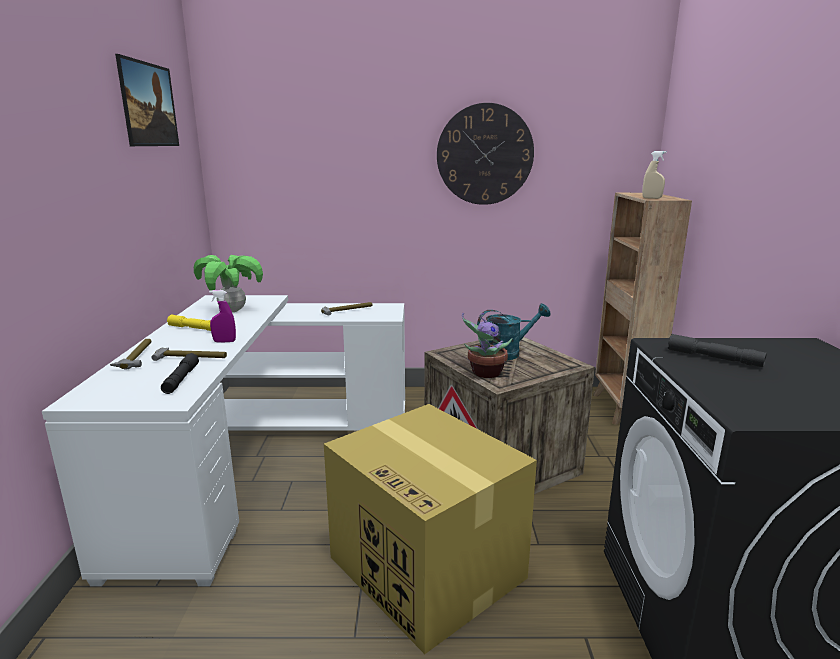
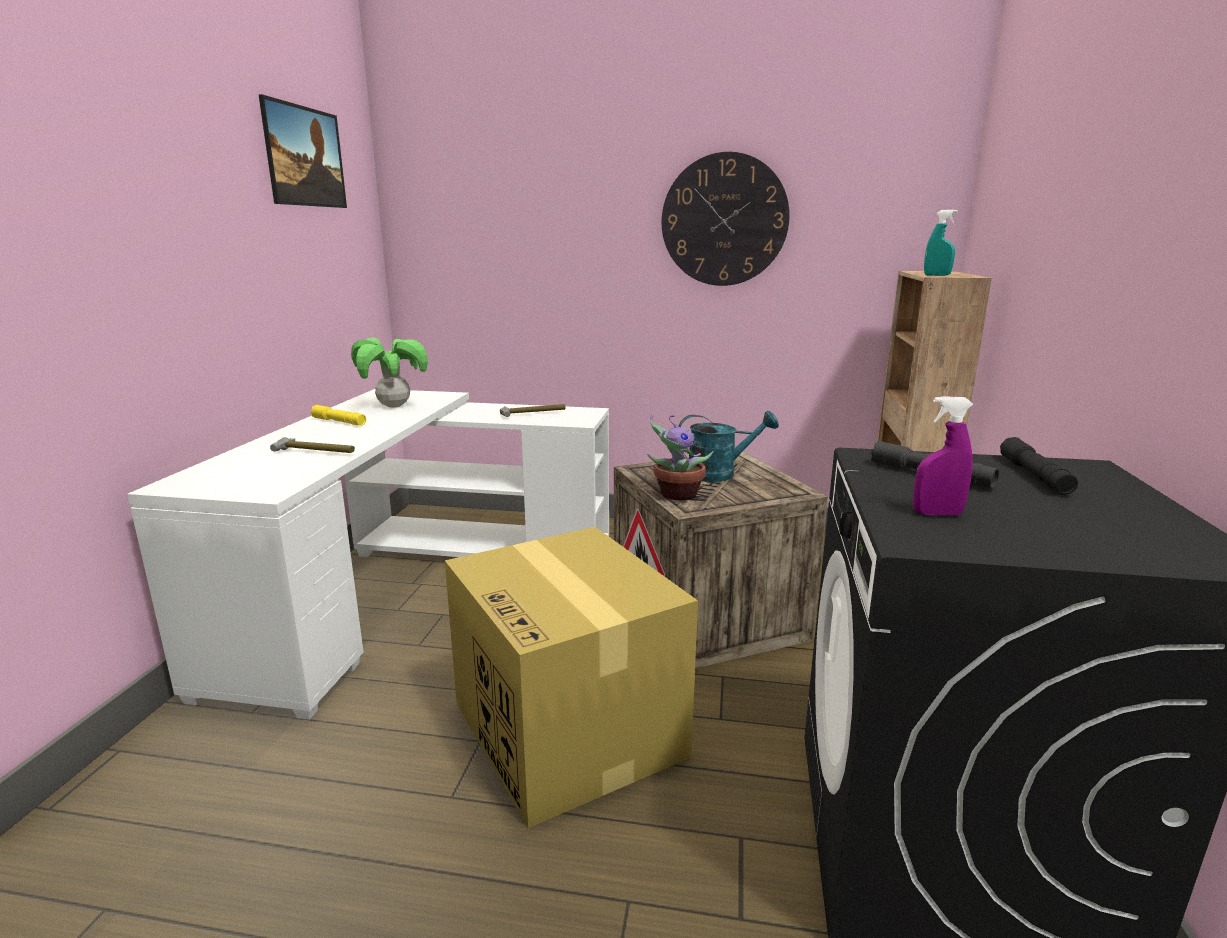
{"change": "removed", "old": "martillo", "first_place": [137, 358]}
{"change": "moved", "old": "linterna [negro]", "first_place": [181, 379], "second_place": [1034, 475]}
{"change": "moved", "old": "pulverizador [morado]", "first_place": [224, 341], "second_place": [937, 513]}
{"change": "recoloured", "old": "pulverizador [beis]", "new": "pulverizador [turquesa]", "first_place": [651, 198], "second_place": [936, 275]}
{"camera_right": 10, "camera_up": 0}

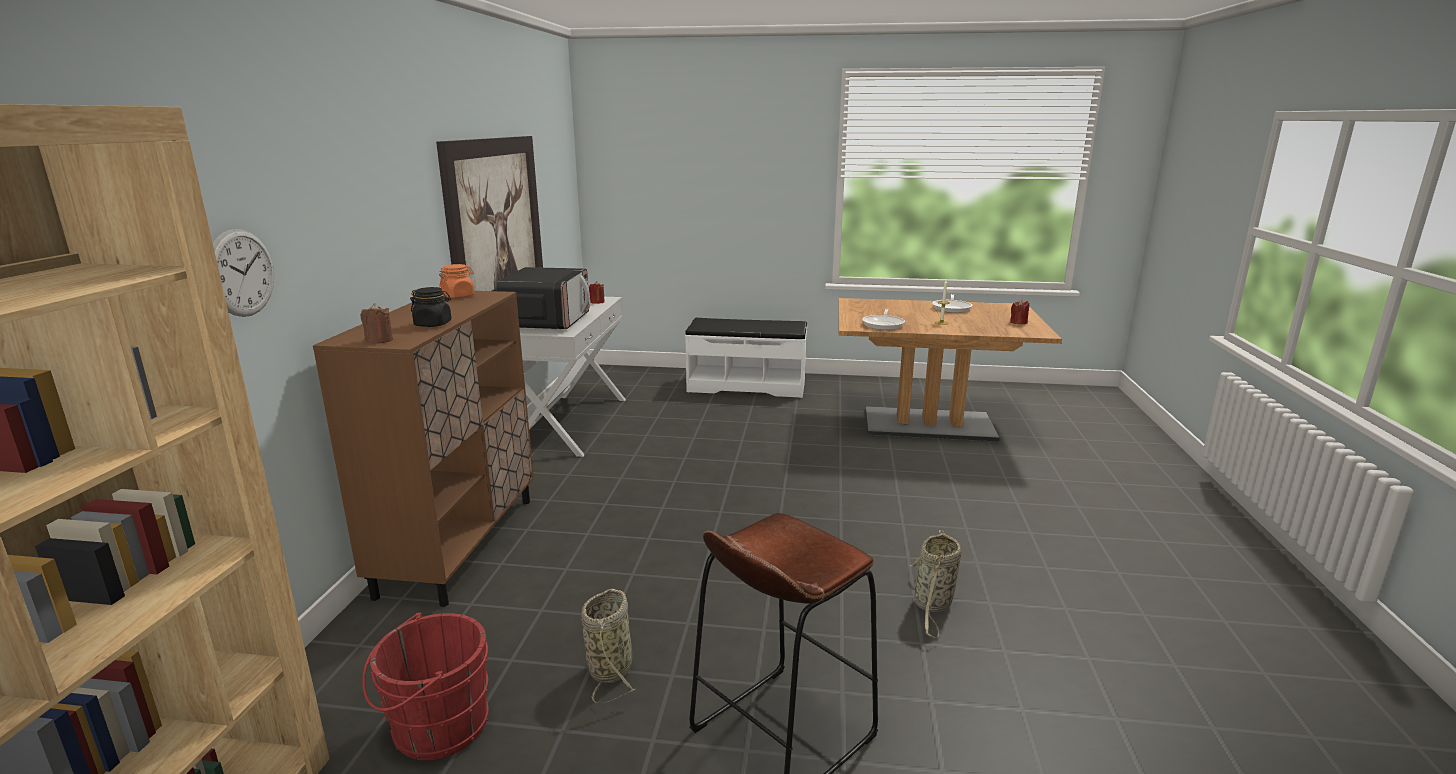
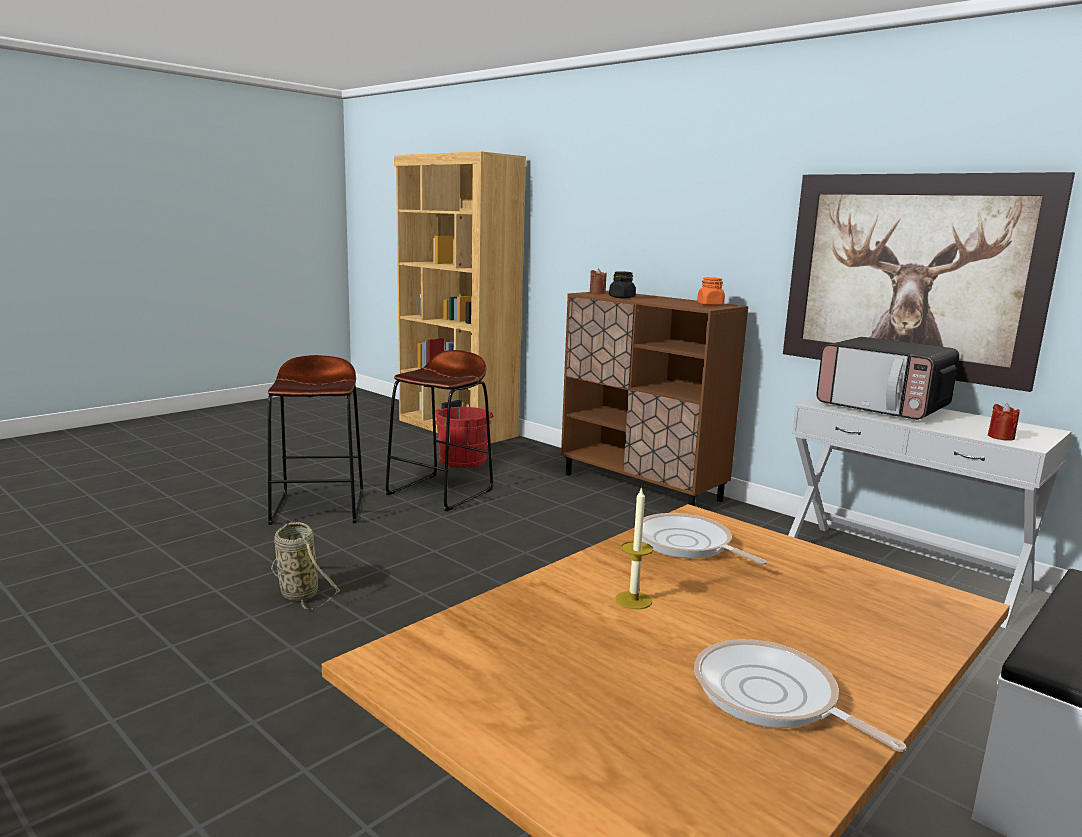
{"change": "removed", "old": "reloj de pared", "first_place": [241, 273]}
{"change": "replaced", "old": "cesta", "new": "taburete [marrón]", "first_place": [611, 667], "second_place": [440, 492]}
{"change": "removed", "old": "vela [rojo]", "first_place": [1018, 322]}
{"camera_right": 125, "camera_up": -5}

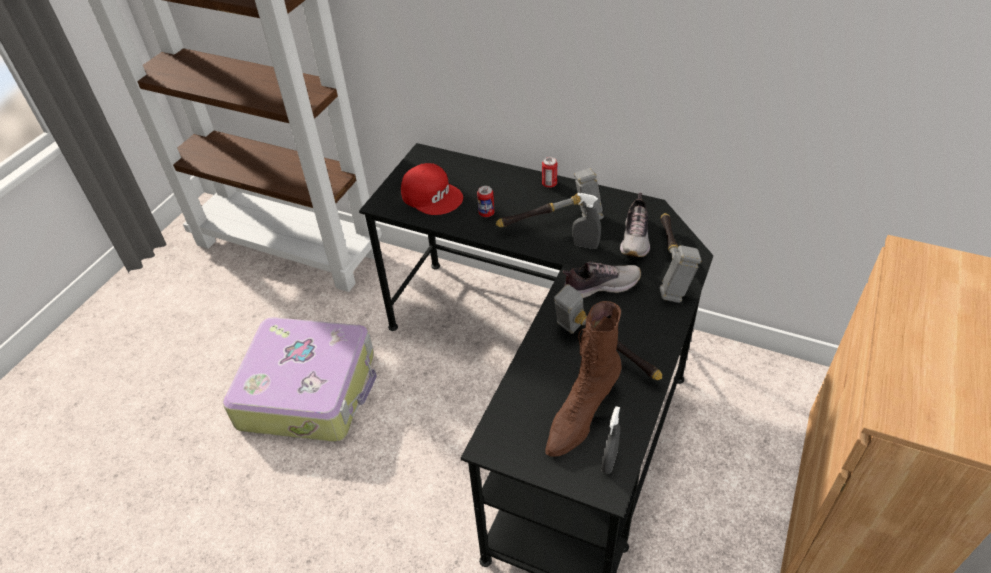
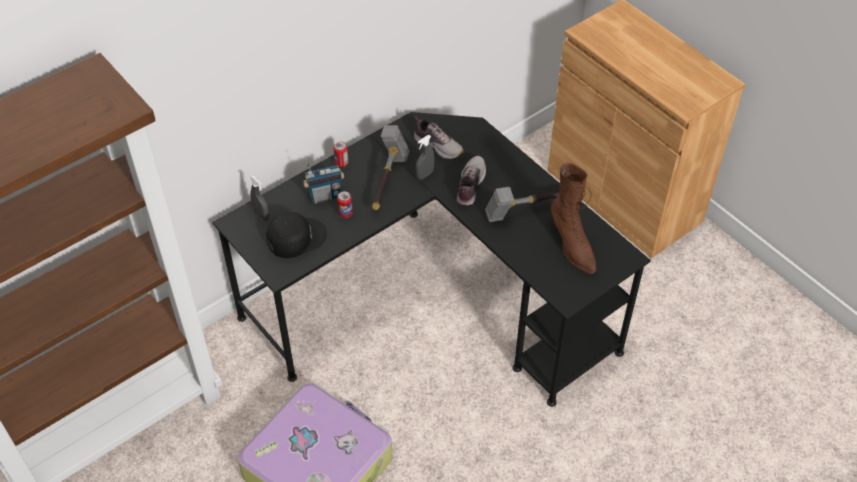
{"change": "recoloured", "old": "gorra [rojo]", "new": "gorra [negro]", "first_place": [432, 195], "second_place": [295, 237]}
{"change": "moved", "old": "pulverizador [gris]", "first_place": [609, 461], "second_place": [261, 215]}
{"change": "removed", "old": "martillo", "first_place": [670, 266]}
{"change": "added", "new": "radio", "second_place": [325, 196]}
{"camera_right": -65, "camera_up": 5}

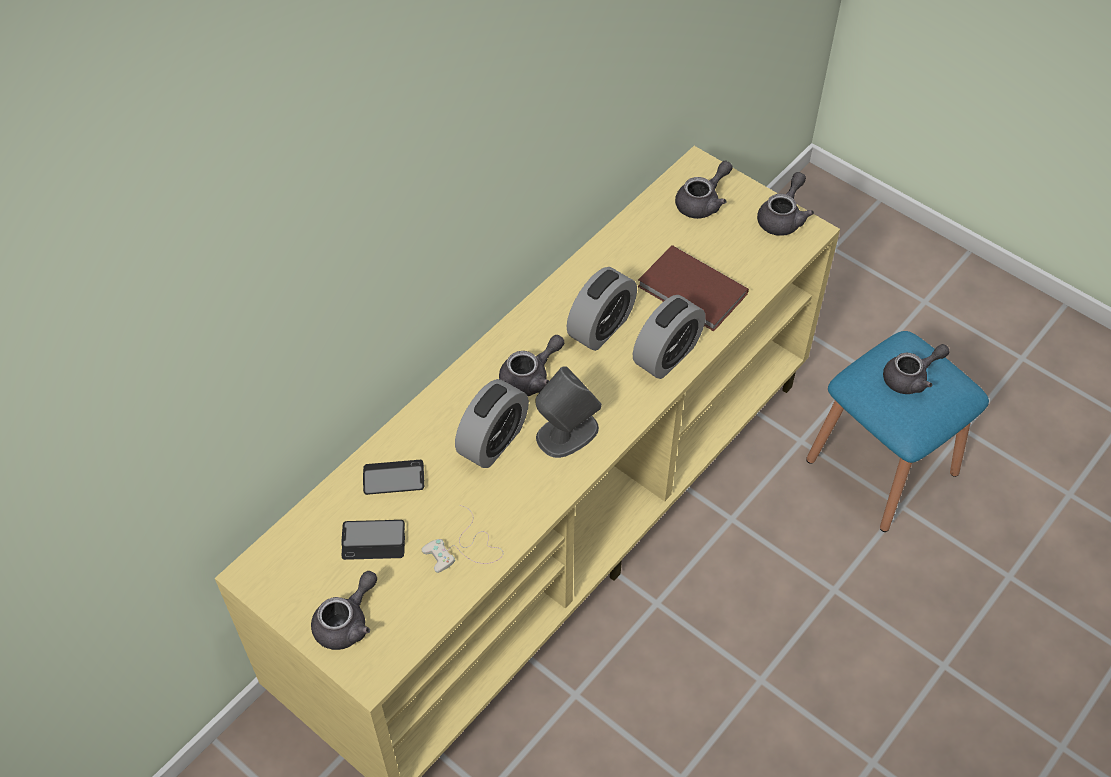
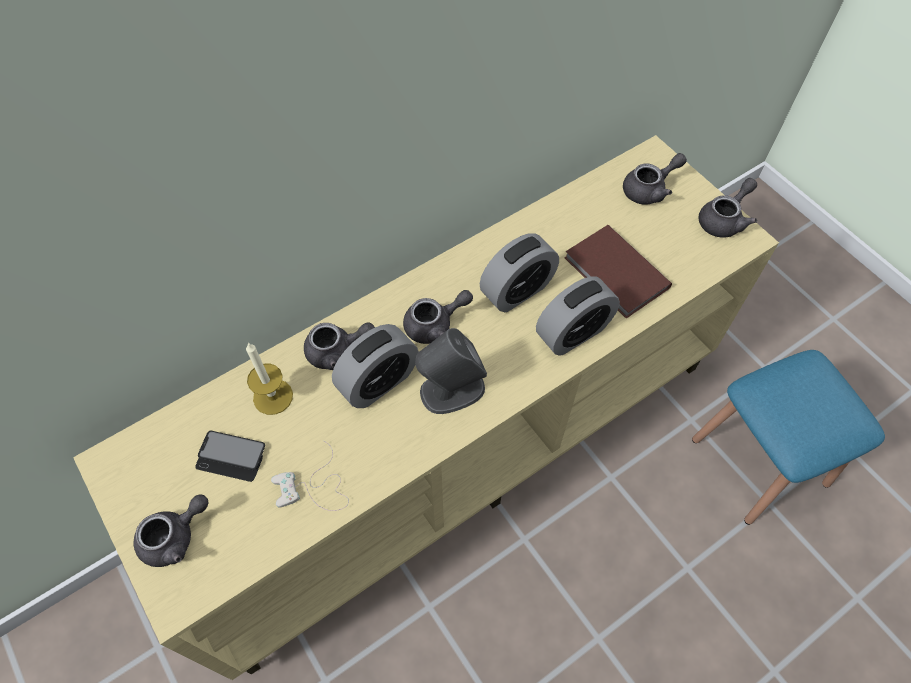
{"change": "replaced", "old": "móvil", "new": "vela", "first_place": [393, 478], "second_place": [273, 396]}
{"change": "moved", "old": "tetera [gris]", "first_place": [911, 378], "second_place": [337, 351]}
{"camera_right": 15, "camera_up": 5}

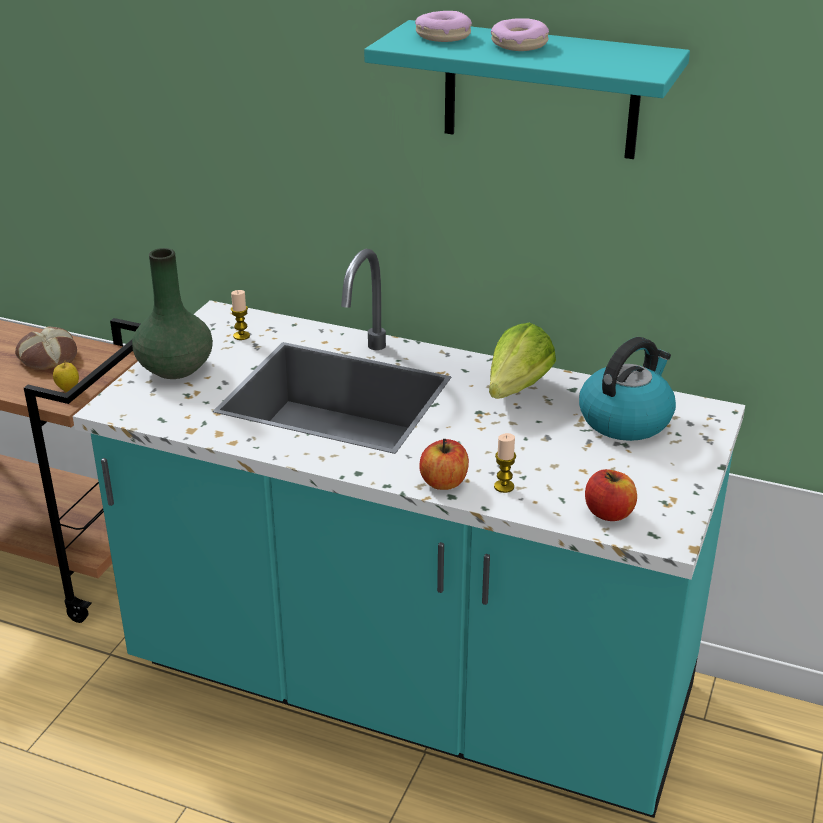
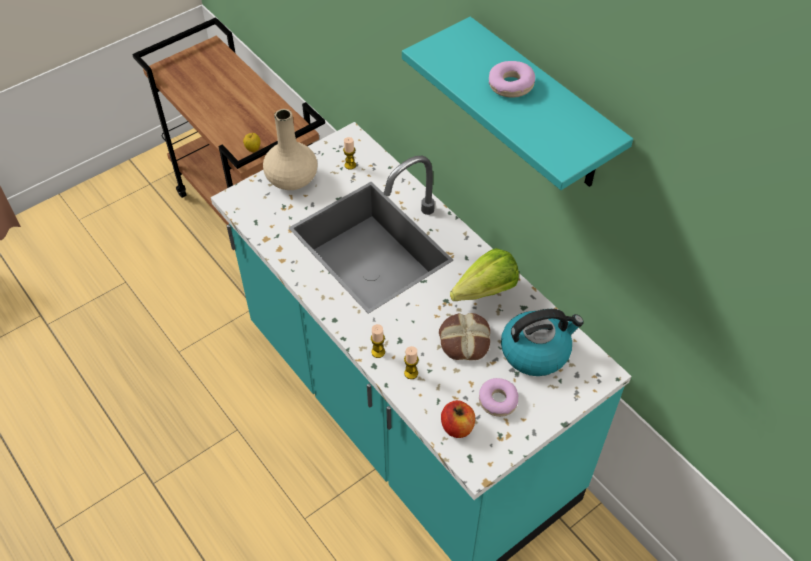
{"change": "moved", "old": "pan", "first_place": [47, 357], "second_place": [464, 340]}
{"change": "recoloured", "old": "florero [verde]", "new": "florero [beis]", "first_place": [176, 368], "second_place": [292, 179]}
{"change": "moved", "old": "rosquilla", "first_place": [443, 36], "second_place": [498, 400]}
{"change": "replaced", "old": "manzana", "new": "vela", "first_place": [444, 482], "second_place": [378, 352]}
{"camera_right": 30, "camera_up": 20}

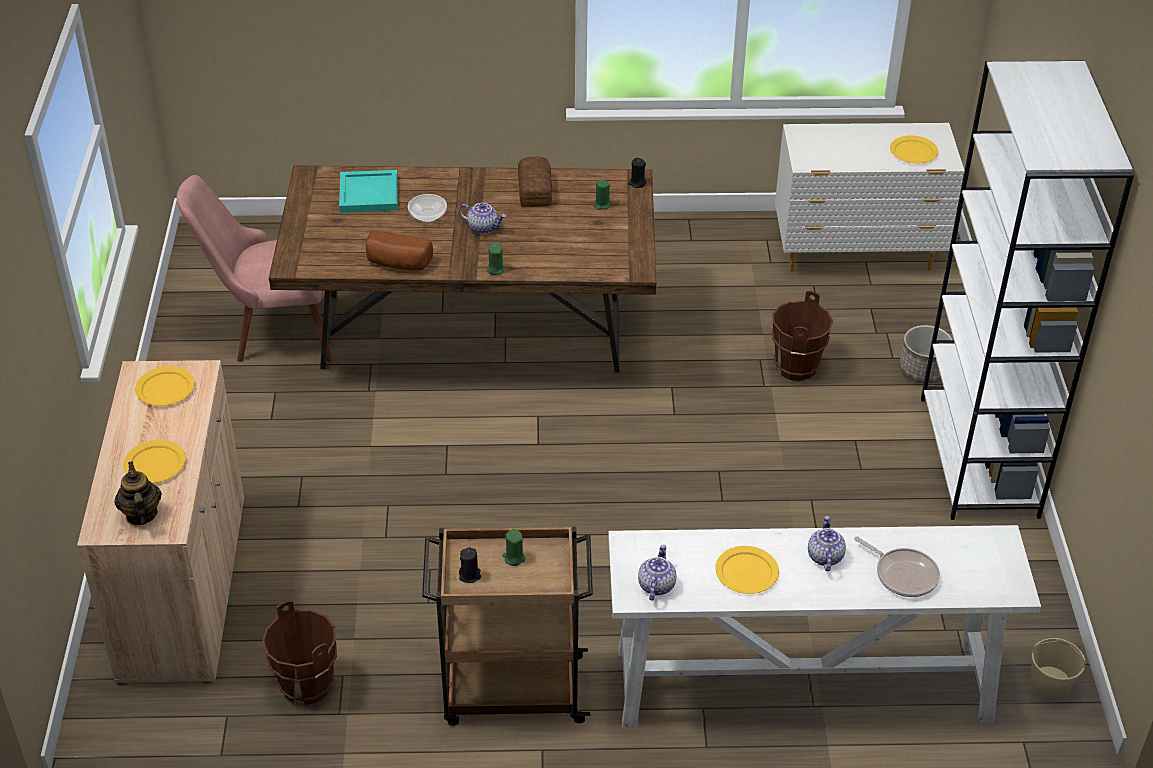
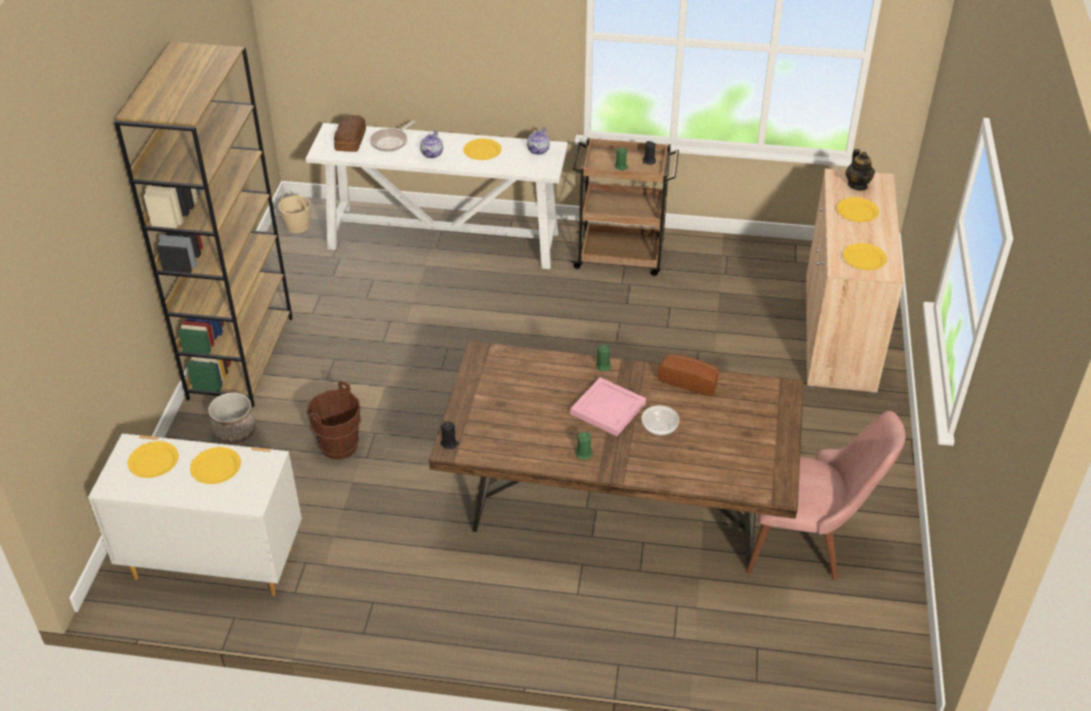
{"change": "removed", "old": "cubo [marrón]", "first_place": [306, 686]}
{"change": "removed", "old": "bandeja [turquesa]", "first_place": [370, 193]}
{"change": "replaced", "old": "tetera", "new": "bandeja [rosa]", "first_place": [483, 227], "second_place": [608, 409]}
{"change": "moved", "old": "pan", "first_place": [535, 190], "second_place": [349, 140]}
{"change": "moved", "old": "vela [verde]", "first_place": [602, 205], "second_place": [584, 454]}
{"change": "turned", "old": "sartén", "first_place": [903, 574], "second_place": [391, 142], "degrees": -105}
{"change": "recoloured", "old": "estantería [blanco]", "new": "estantería [marrón]", "first_place": [979, 457], "second_place": [240, 357]}
{"change": "added", "new": "plato [amarillo]", "second_place": [216, 467]}
{"camera_right": -170, "camera_up": 0}

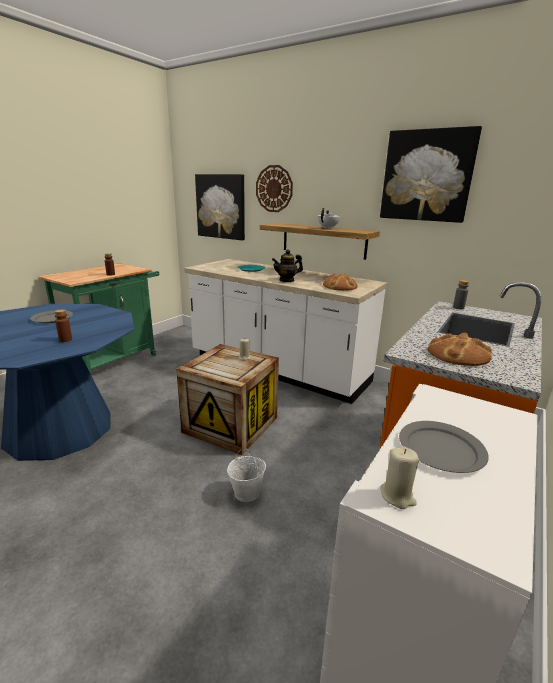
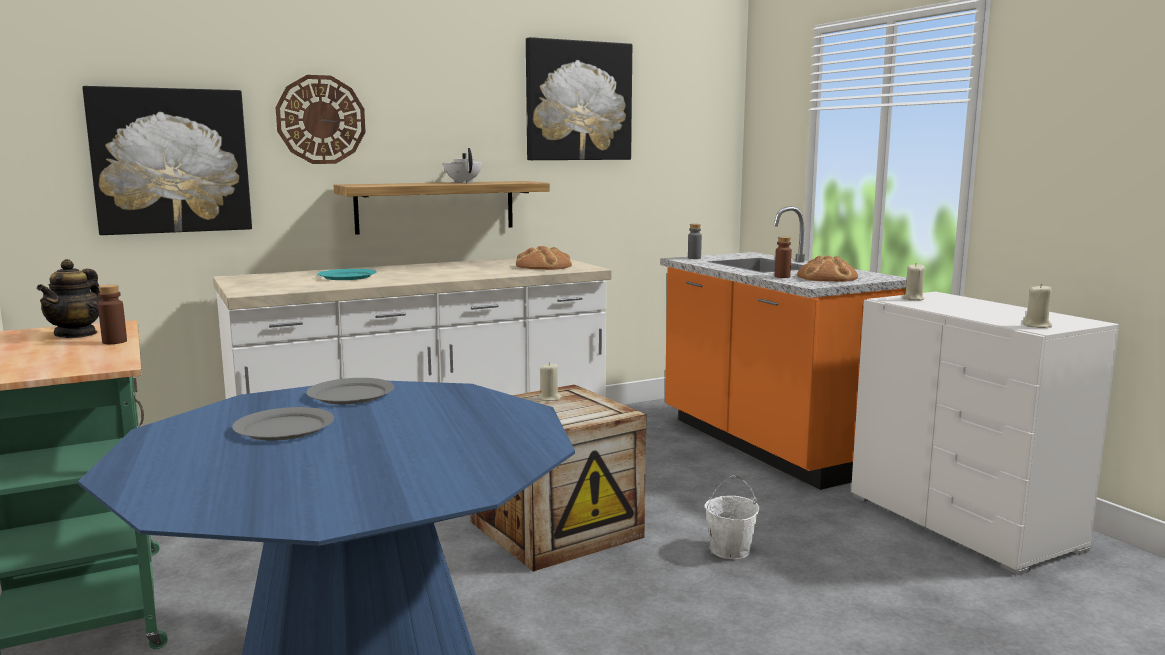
{"change": "moved", "old": "botella [marrón]", "first_place": [65, 340], "second_place": [782, 277]}
{"change": "moved", "old": "tetera", "first_place": [287, 280], "second_place": [76, 334]}
{"change": "moved", "old": "plato [gris]", "first_place": [441, 449], "second_place": [351, 395]}
{"change": "added", "new": "vela [beis]", "second_place": [913, 299]}
{"camera_right": -60, "camera_up": -10}

